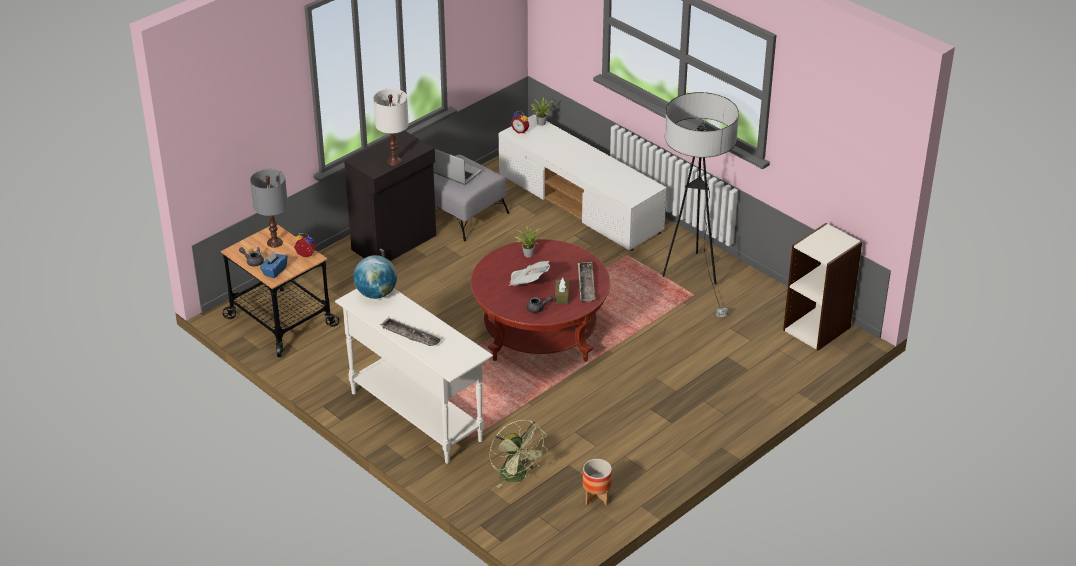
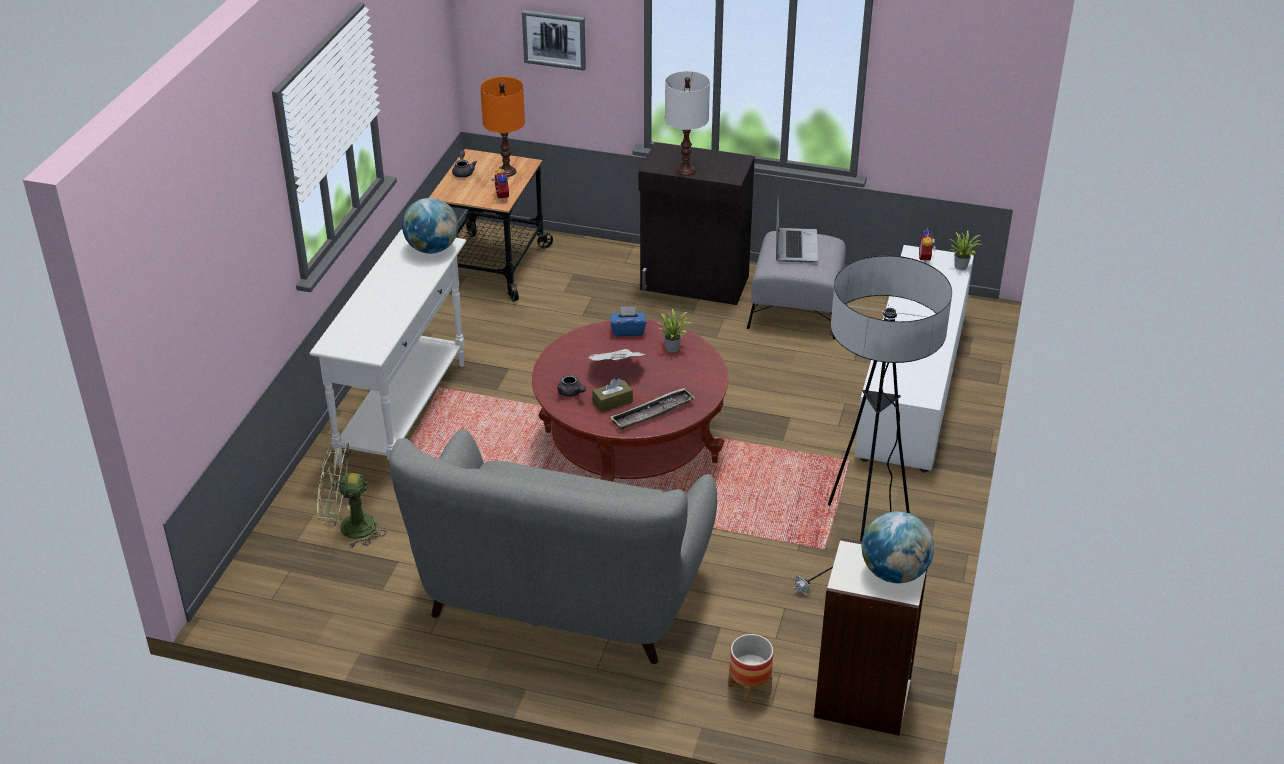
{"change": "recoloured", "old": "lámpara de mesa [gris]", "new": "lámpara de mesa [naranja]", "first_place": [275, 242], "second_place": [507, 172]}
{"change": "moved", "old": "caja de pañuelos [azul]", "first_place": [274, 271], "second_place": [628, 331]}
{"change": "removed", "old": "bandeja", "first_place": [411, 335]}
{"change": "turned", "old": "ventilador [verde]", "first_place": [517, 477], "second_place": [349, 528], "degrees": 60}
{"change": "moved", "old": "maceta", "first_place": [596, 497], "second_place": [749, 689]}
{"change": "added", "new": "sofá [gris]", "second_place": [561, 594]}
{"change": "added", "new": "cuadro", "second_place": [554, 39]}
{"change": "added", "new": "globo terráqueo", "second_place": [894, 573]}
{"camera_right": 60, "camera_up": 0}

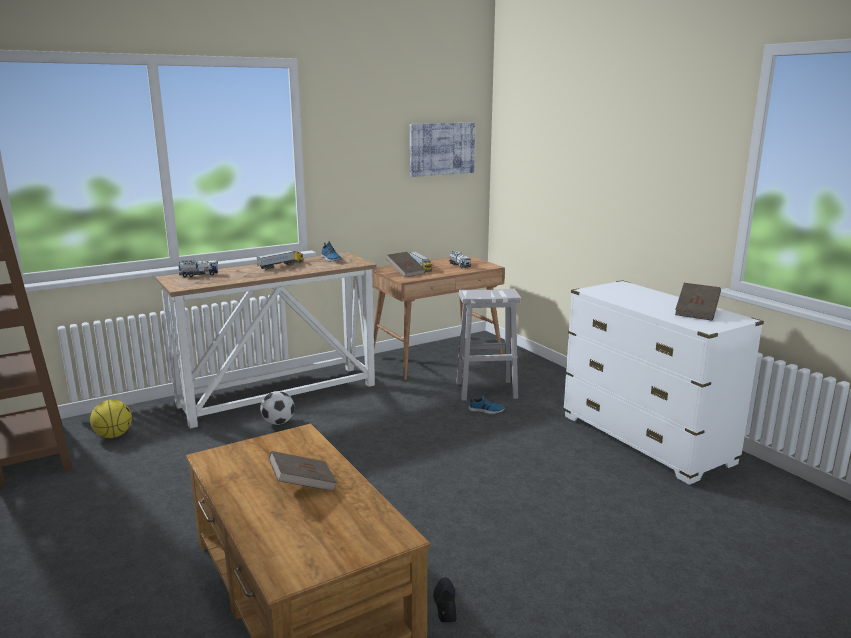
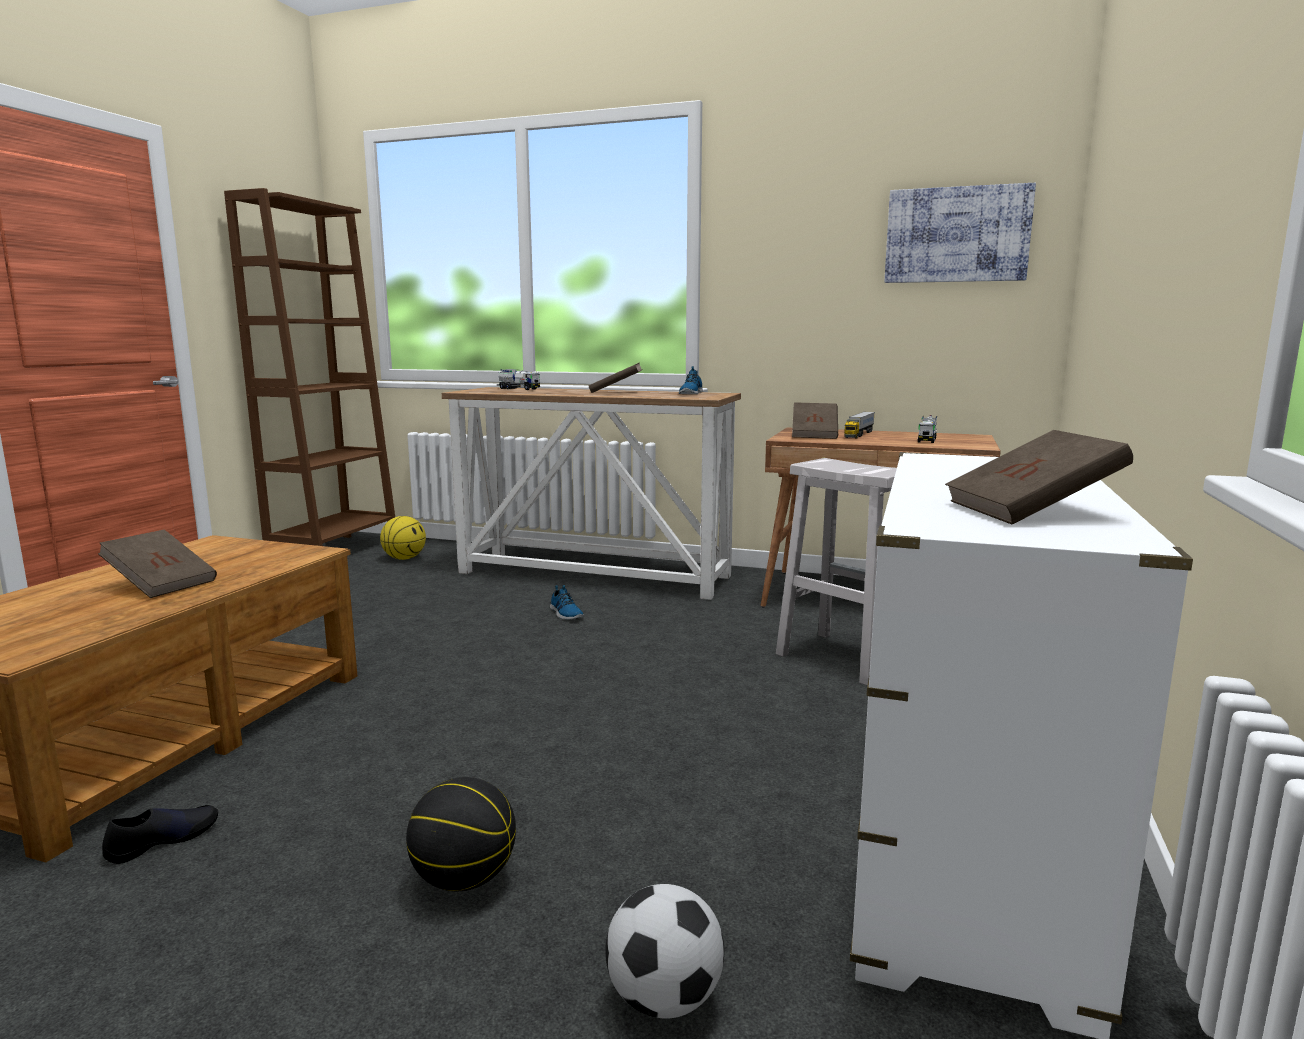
{"change": "replaced", "old": "camión de juguete", "new": "libro [marrón]", "first_place": [281, 266], "second_place": [616, 392]}
{"change": "moved", "old": "balón de fútbol", "first_place": [278, 423], "second_place": [664, 999]}
{"change": "moved", "old": "zapato", "first_place": [486, 410], "second_place": [565, 614]}
{"change": "added", "new": "balón de baloncesto", "second_place": [464, 879]}
{"camera_right": 50, "camera_up": -5}

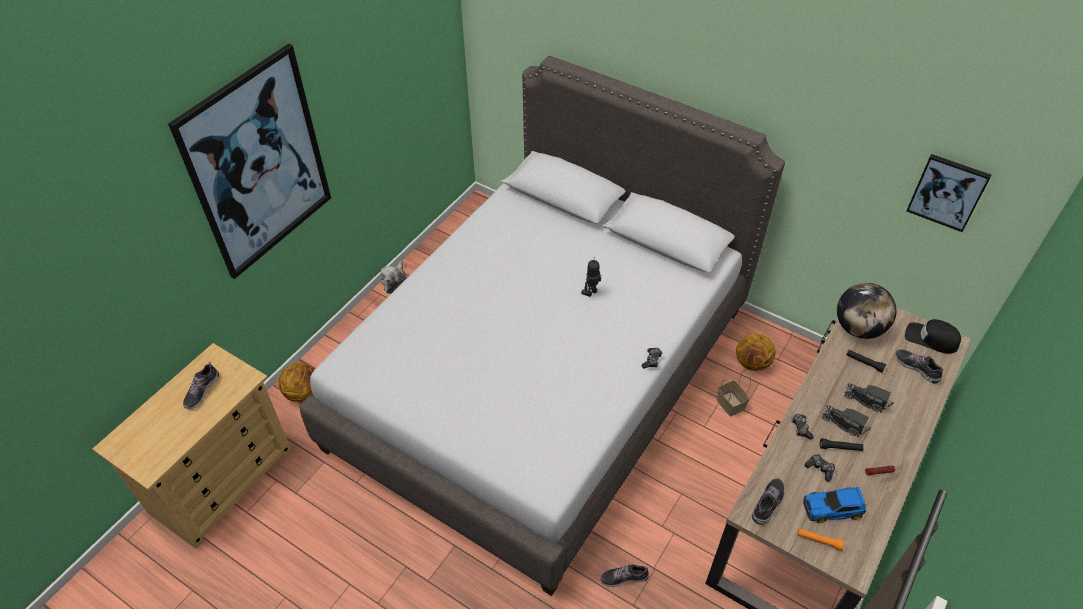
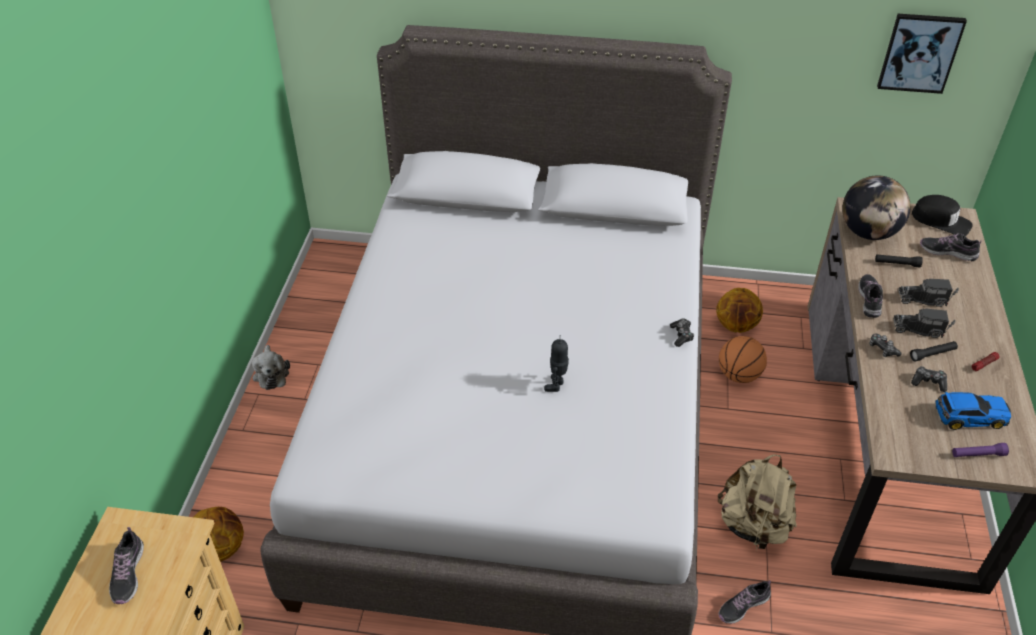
{"change": "removed", "old": "cuadro", "first_place": [258, 164]}
{"change": "moved", "old": "robot de juguete", "first_place": [591, 292], "second_place": [557, 385]}
{"change": "replaced", "old": "cesta", "new": "balón de baloncesto", "first_place": [729, 403], "second_place": [739, 375]}
{"change": "moved", "old": "zapato", "first_place": [768, 503], "second_place": [869, 299]}
{"change": "recoloured", "old": "linterna [naranja]", "new": "linterna [morado]", "first_place": [819, 541], "second_place": [978, 454]}
{"change": "turned", "old": "coche de juguete", "first_place": [834, 508], "second_place": [968, 416], "degrees": -150}
{"change": "turned", "old": "gorra [negro]", "first_place": [931, 339], "second_place": [941, 221], "degrees": -150}
{"change": "added", "new": "mochila [beis]", "second_place": [753, 525]}
{"camera_right": -25, "camera_up": -5}

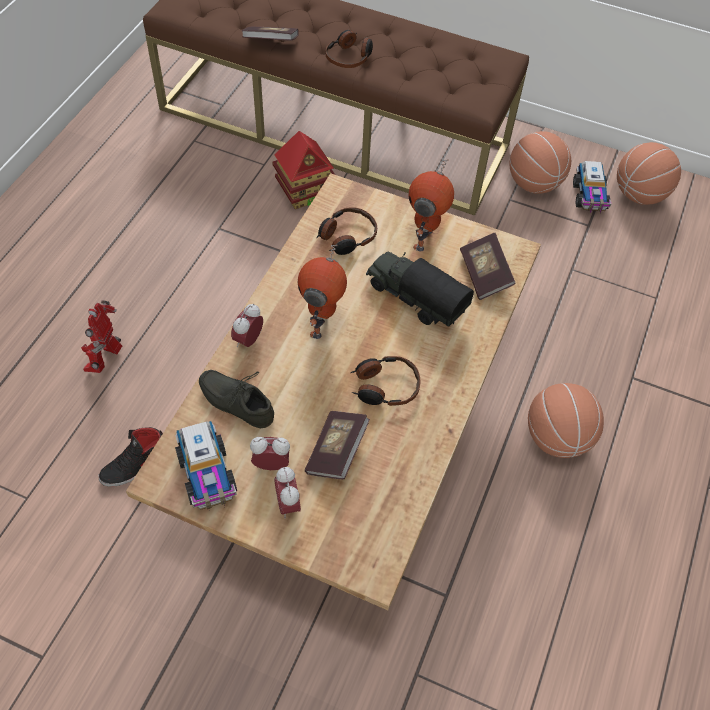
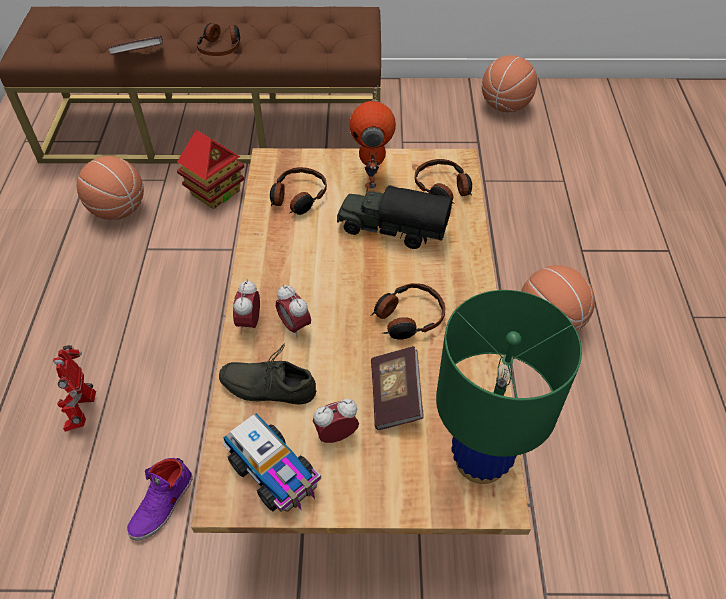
{"change": "recoloured", "old": "zapato [negro]", "new": "zapato [morado]", "first_place": [136, 465], "second_place": [162, 505]}
{"change": "moved", "old": "despertador", "first_place": [288, 503], "second_place": [294, 326]}
{"change": "removed", "old": "robot de juguete", "first_place": [322, 325]}
{"change": "replaced", "old": "libro", "new": "auriculares", "first_place": [484, 275], "second_place": [443, 189]}
{"change": "moved", "old": "balón de baloncesto", "first_place": [533, 183], "second_place": [118, 210]}
{"change": "removed", "old": "camión de juguete", "first_place": [589, 197]}
{"change": "added", "new": "lámpara de mesa [verde]", "second_place": [481, 460]}
{"camera_right": -20, "camera_up": -5}

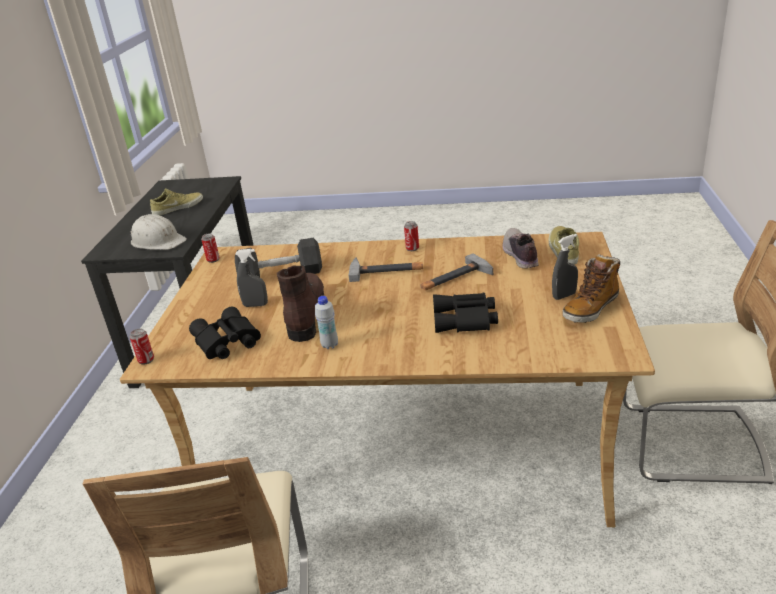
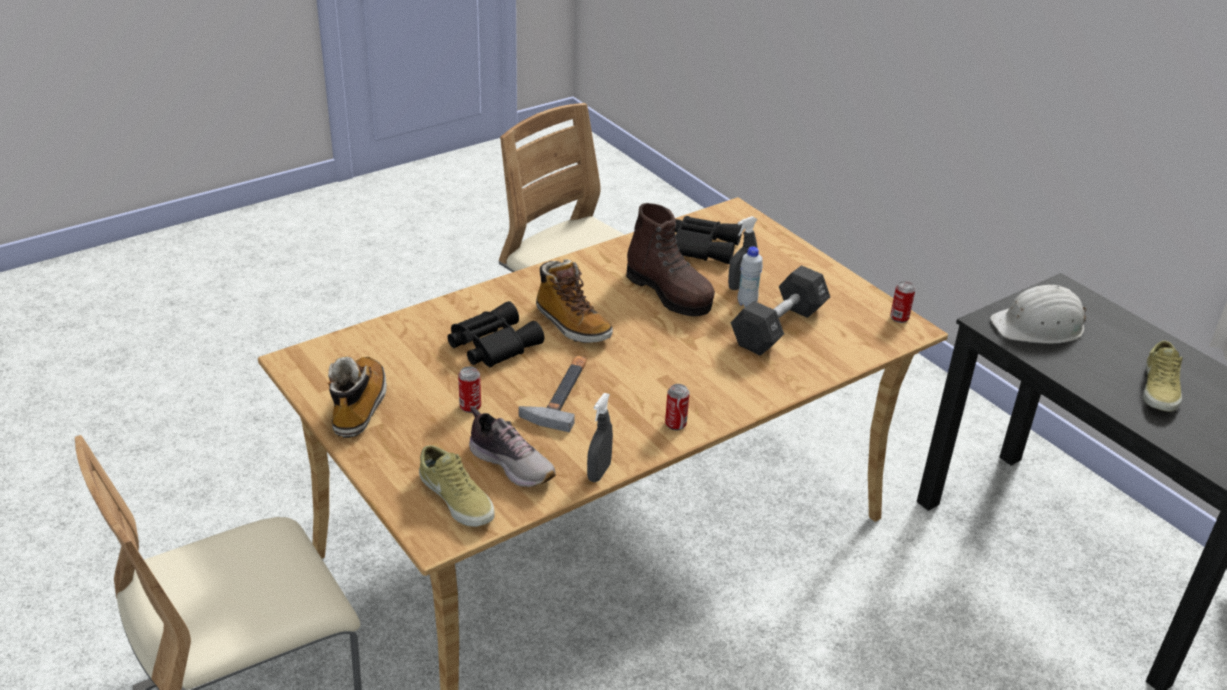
{"change": "moved", "old": "lata", "first_place": [146, 360], "second_place": [470, 407]}
{"change": "moved", "old": "botella [blanco]", "first_place": [329, 345], "second_place": [747, 303]}
{"change": "removed", "old": "martillo", "first_place": [386, 270]}
{"change": "moved", "old": "pulverizador [gris]", "first_place": [564, 296], "second_place": [599, 472]}
{"change": "added", "new": "bota", "second_place": [572, 325]}
{"camera_right": 135, "camera_up": 5}

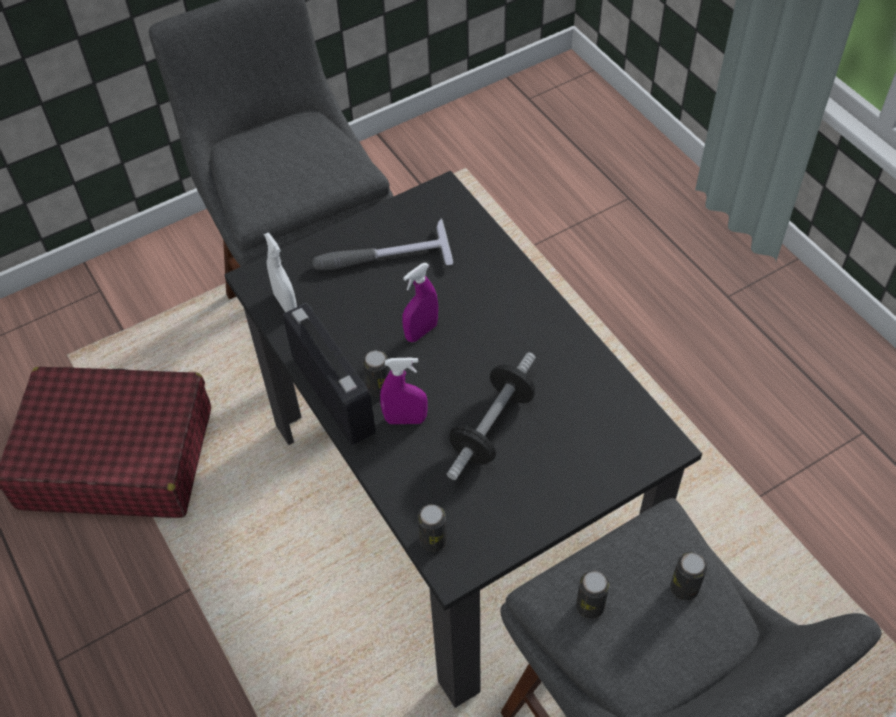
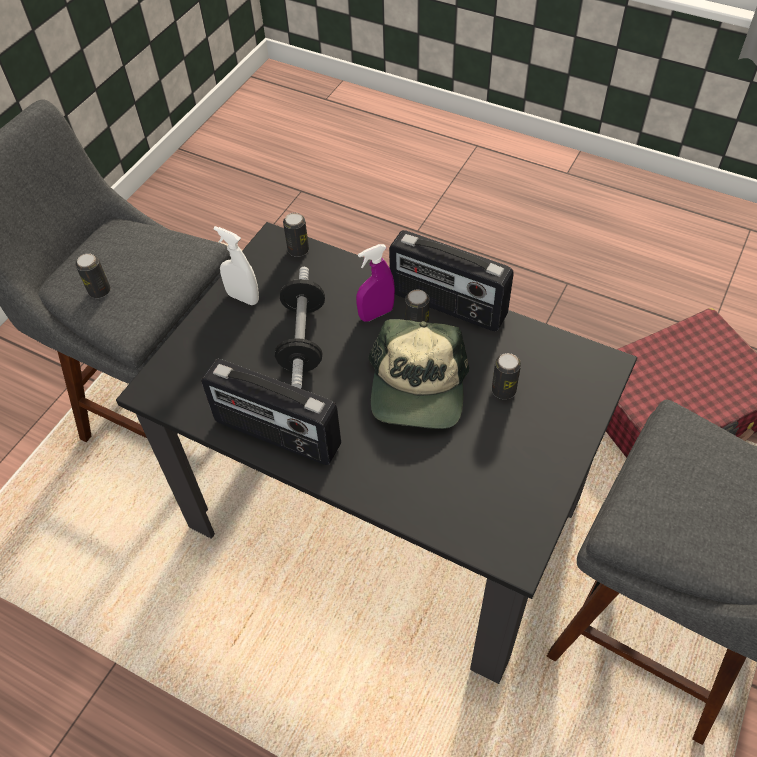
{"change": "moved", "old": "pulverizador [blanco]", "first_place": [285, 303], "second_place": [243, 298]}
{"change": "removed", "old": "martillo", "first_place": [381, 256]}
{"change": "replaced", "old": "pulverizador [morado]", "new": "gorra", "first_place": [421, 332], "second_place": [418, 388]}
{"change": "moved", "old": "lata", "first_place": [590, 606], "second_place": [503, 390]}
{"change": "added", "new": "radio", "second_place": [276, 435]}
{"camera_right": 150, "camera_up": 0}

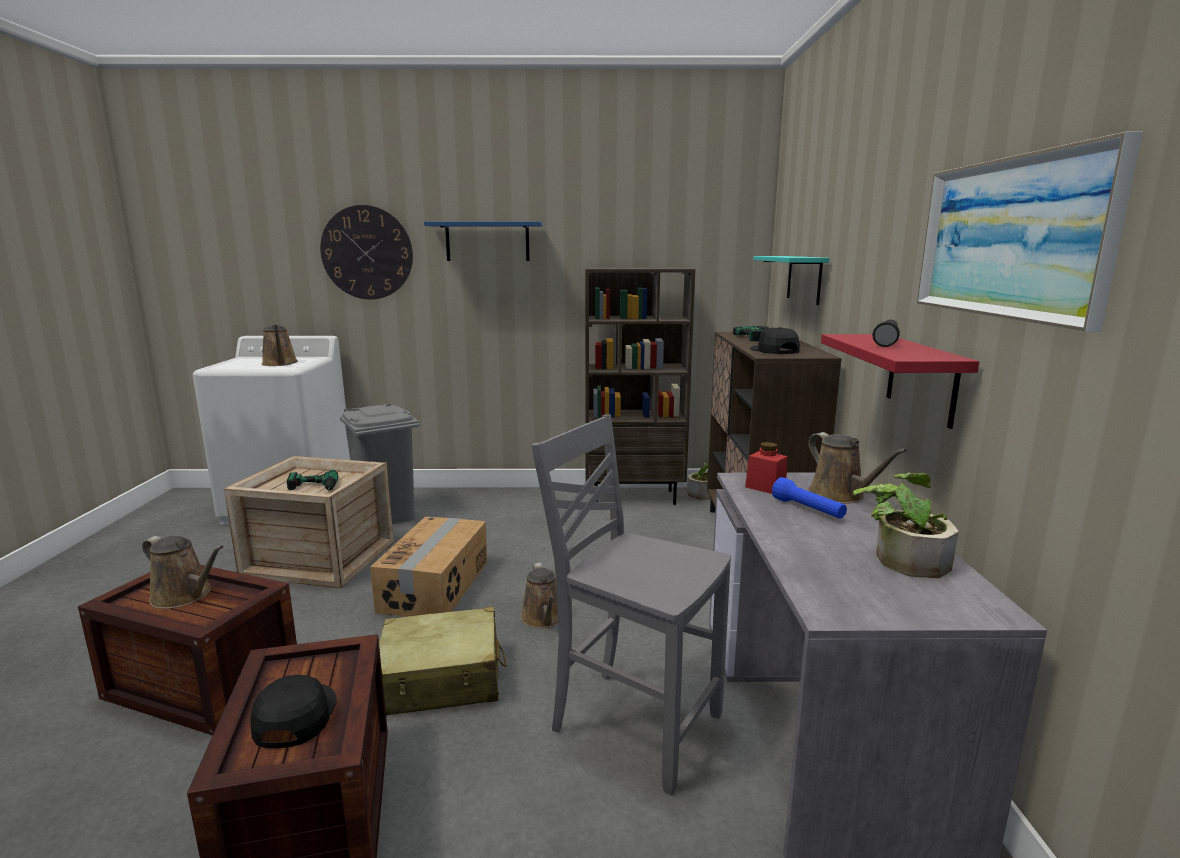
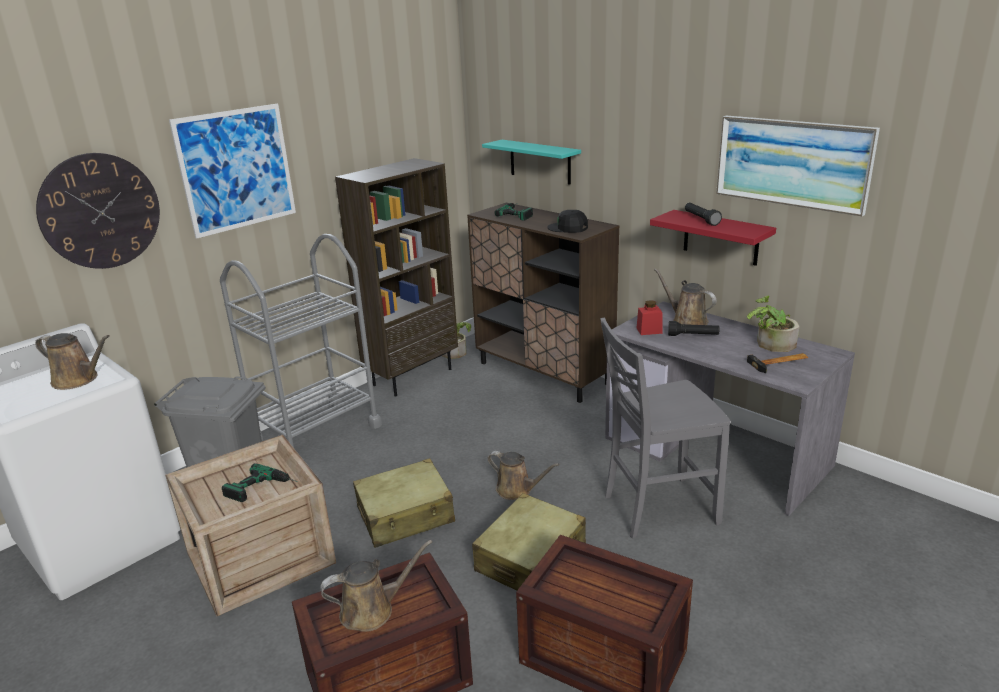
{"change": "removed", "old": "gorra [negro]", "first_place": [295, 717]}
{"change": "replaced", "old": "caja de cartón", "new": "maleta [beis]", "first_place": [436, 586], "second_place": [406, 515]}
{"change": "replaced", "old": "estante [azul]", "new": "cuadro", "first_place": [487, 242], "second_place": [236, 169]}
{"change": "recoloured", "old": "linterna [azul]", "new": "linterna [negro]", "first_place": [808, 510], "second_place": [693, 336]}
{"change": "turned", "old": "regadera [marrón]", "first_place": [840, 495], "second_place": [687, 320], "degrees": -150}
{"change": "added", "new": "carrito [gris]", "second_place": [316, 433]}
{"change": "added", "new": "martillo", "second_place": [780, 363]}
{"camera_right": -45, "camera_up": 10}

